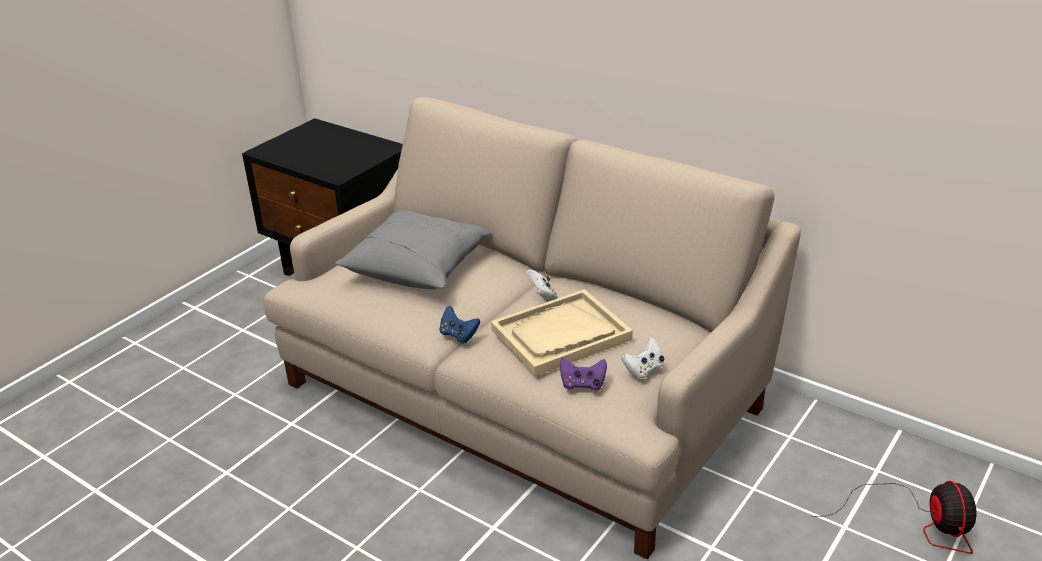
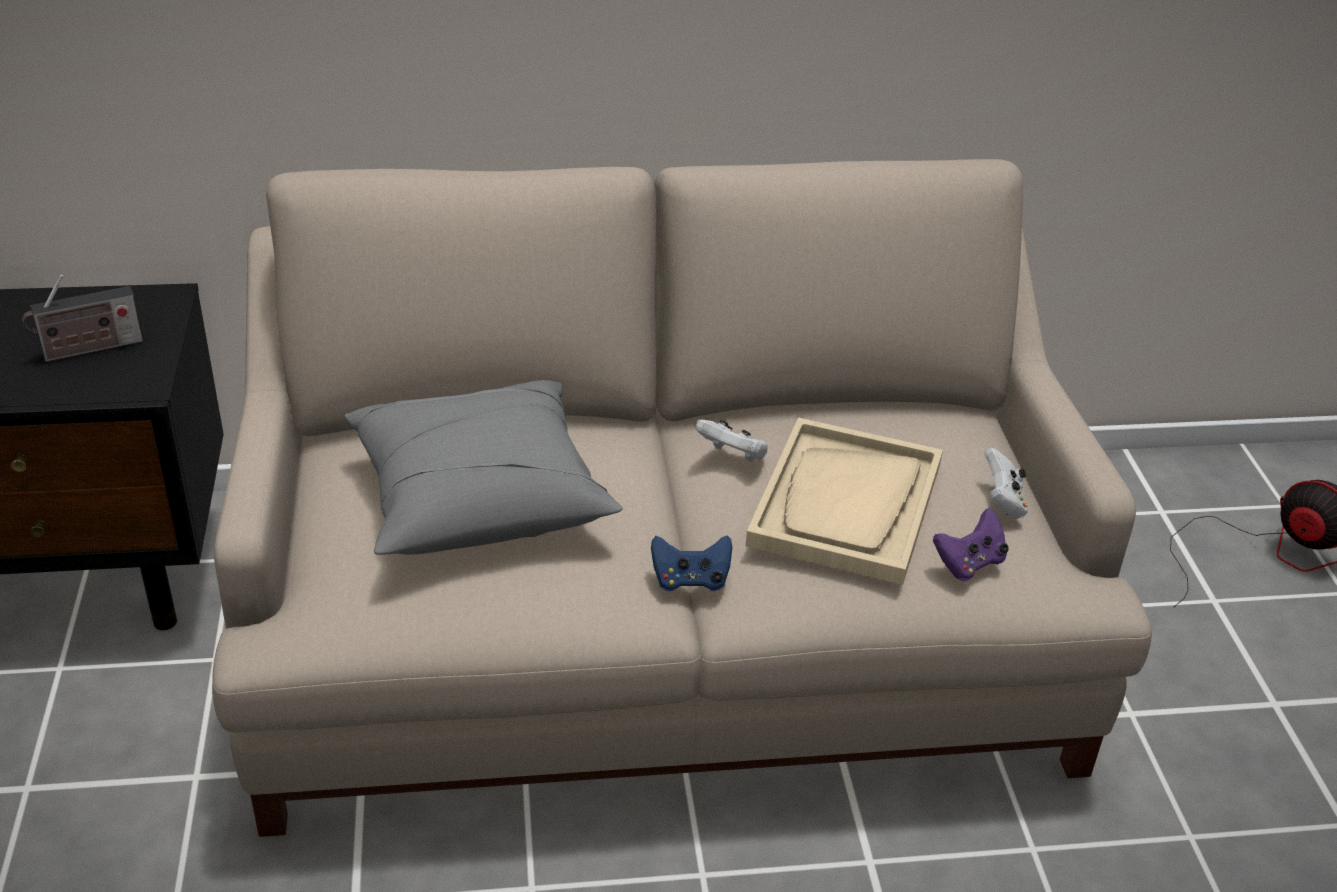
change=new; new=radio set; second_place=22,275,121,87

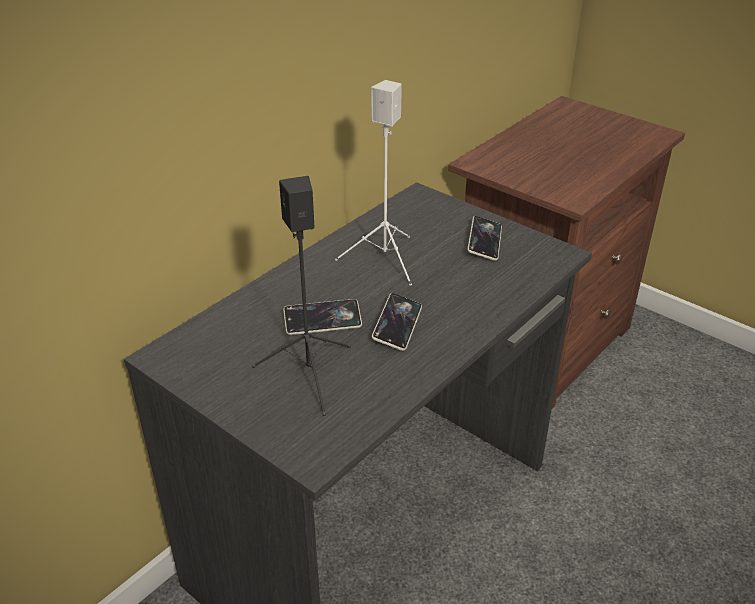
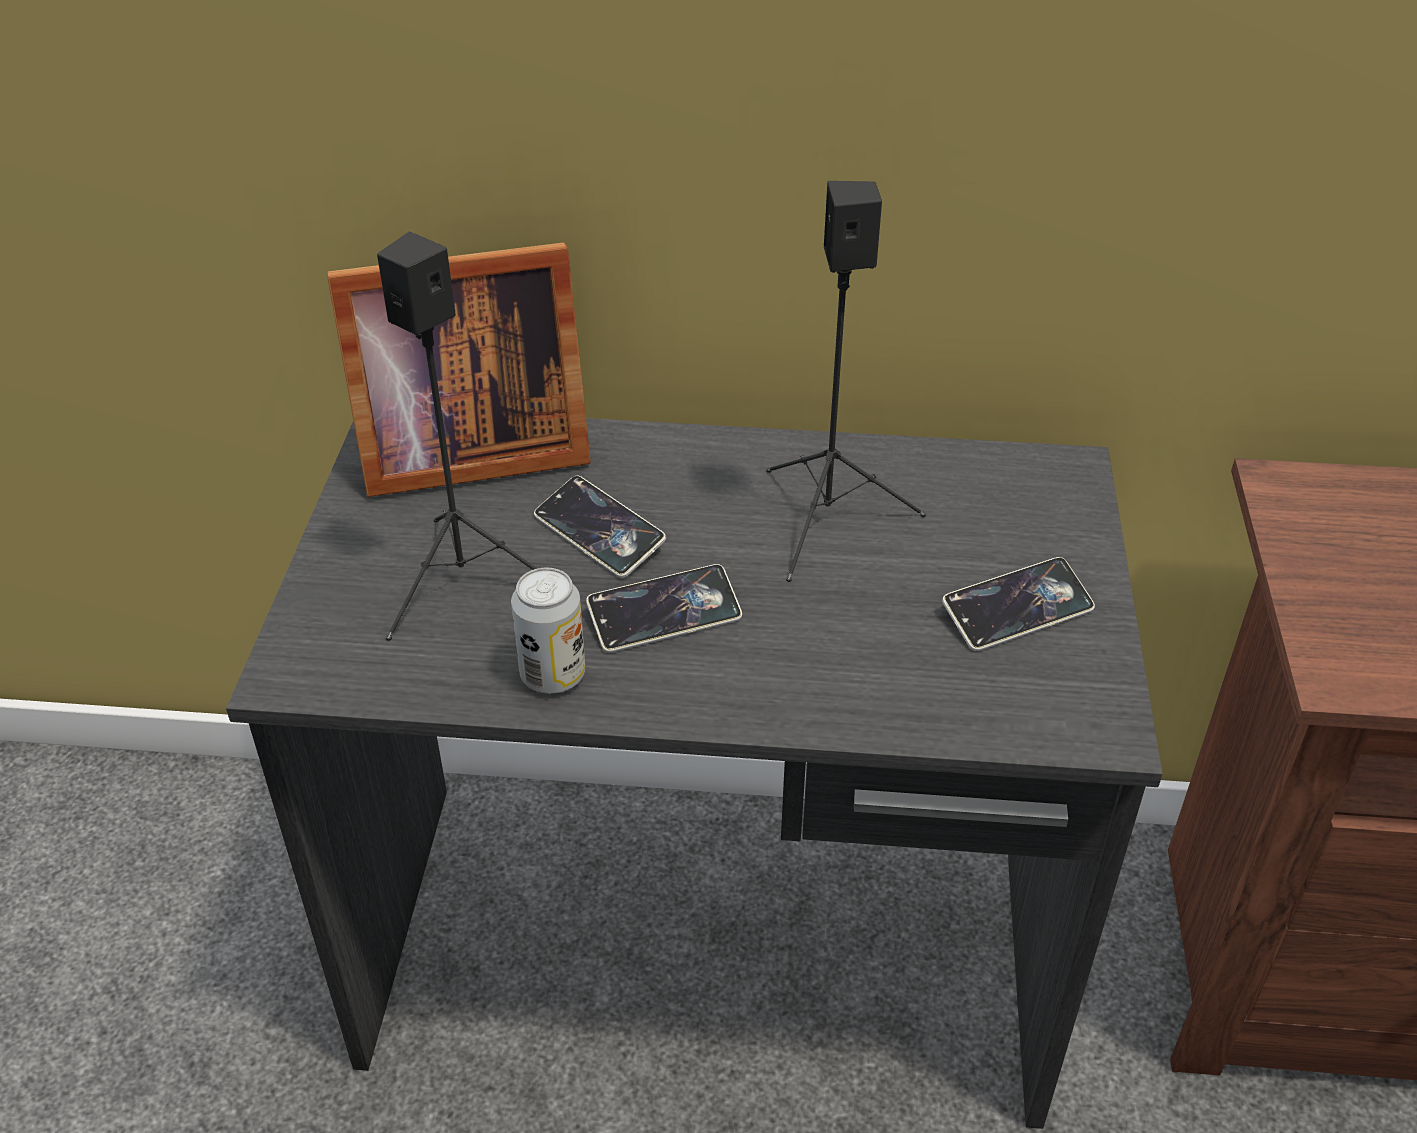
change=repainted; old=whitish audio speaker; new=black audio speaker; first_place=335,80,77,206; second_place=766,181,160,401
change=new; new=picture frame; second_place=327,242,264,255
change=new; new=can; second_place=511,568,74,126

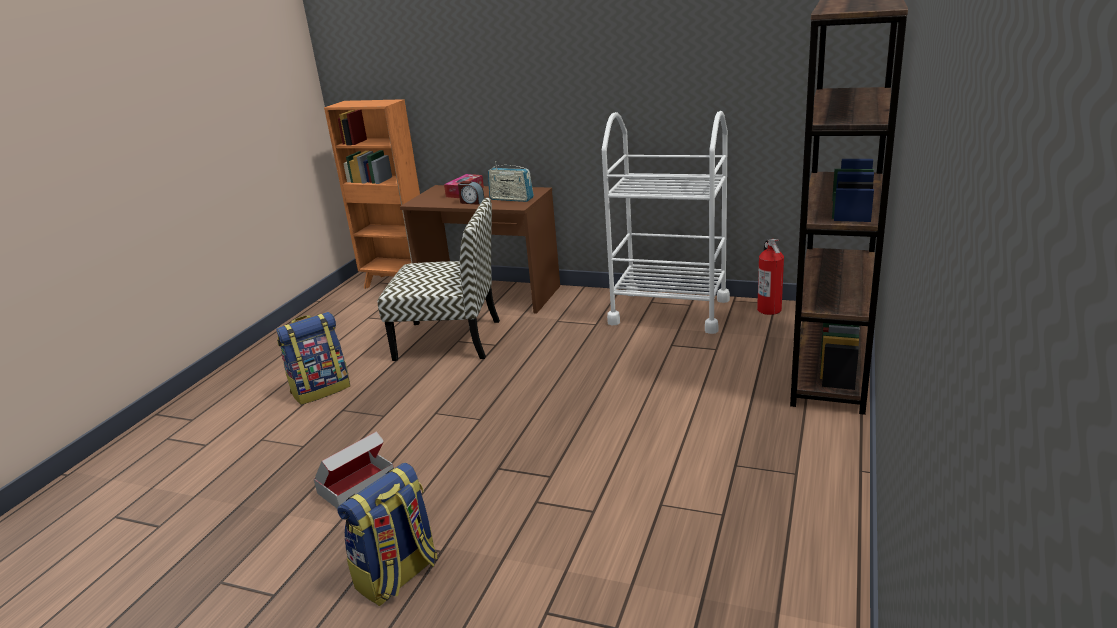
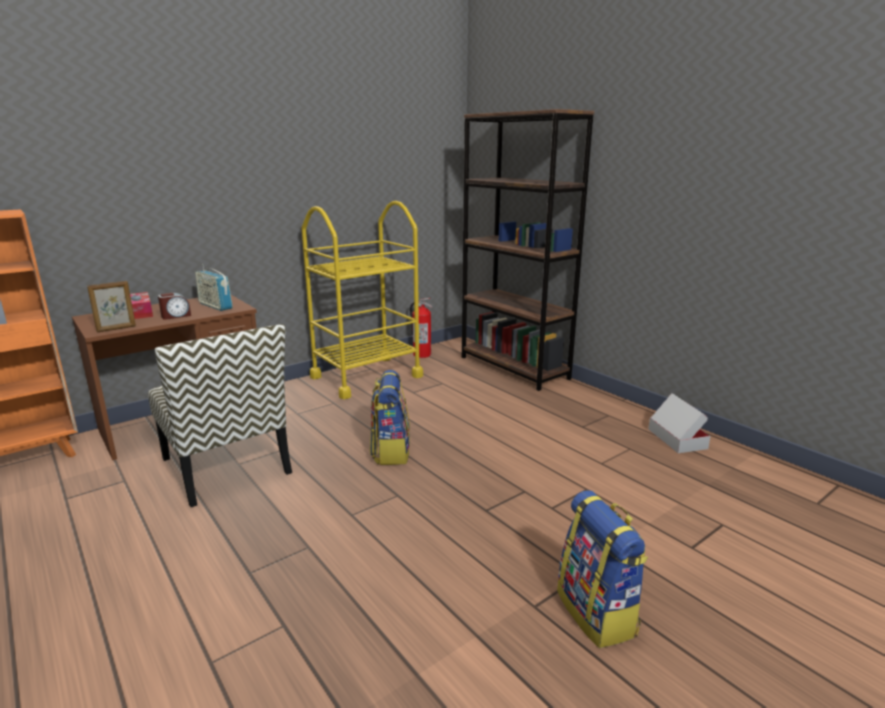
change=repainted; old=whitish trolley; new=yellow-coloured trolley; first_place=602,111,128,223; second_place=302,201,121,198
change=rotated; old=radio set; first_place=488,161,46,41; second_place=195,264,38,47; degrees=75
change=rotated; old=upright chair; first_place=377,198,123,163; second_place=148,324,144,183; degrees=105
change=shifted; old=rucksack; first_place=276,312,74,93; second_place=370,370,40,95
change=shifted; old=packing box; first_place=314,431,80,78; second_place=648,393,63,60
change=new; new=picture frame; second_place=87,281,49,51

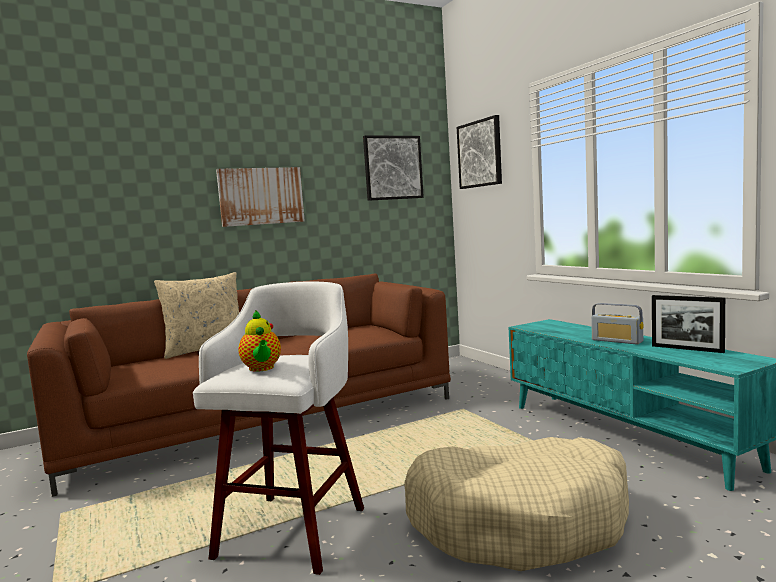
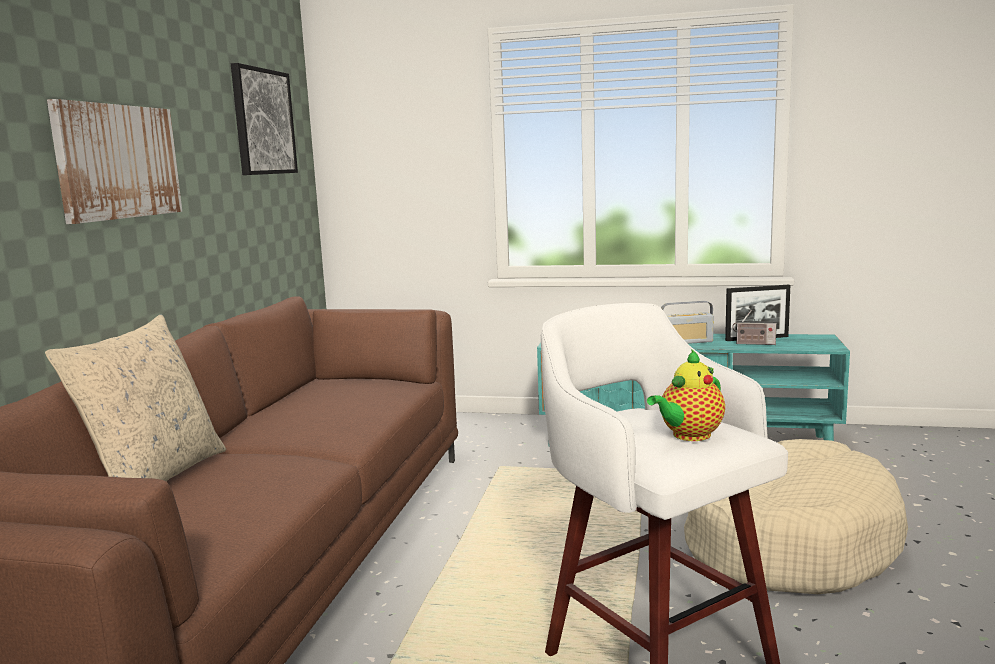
change=gone; old=wall art; first_place=457,115,45,74
change=rotated; old=pot for tea; first_place=238,310,43,62; second_place=647,349,78,92; degrees=120
change=new; new=radio set; second_place=732,310,45,35

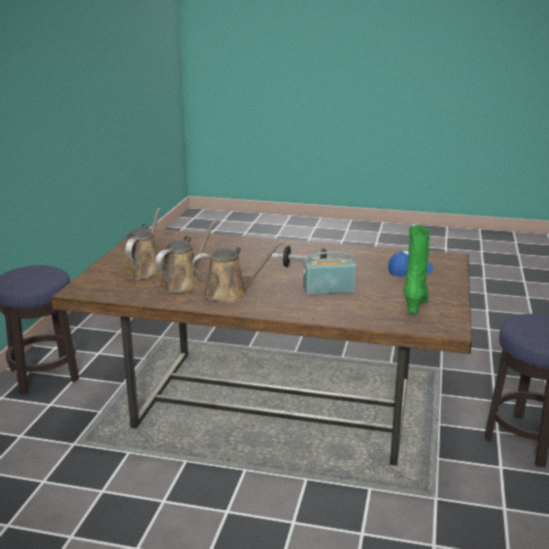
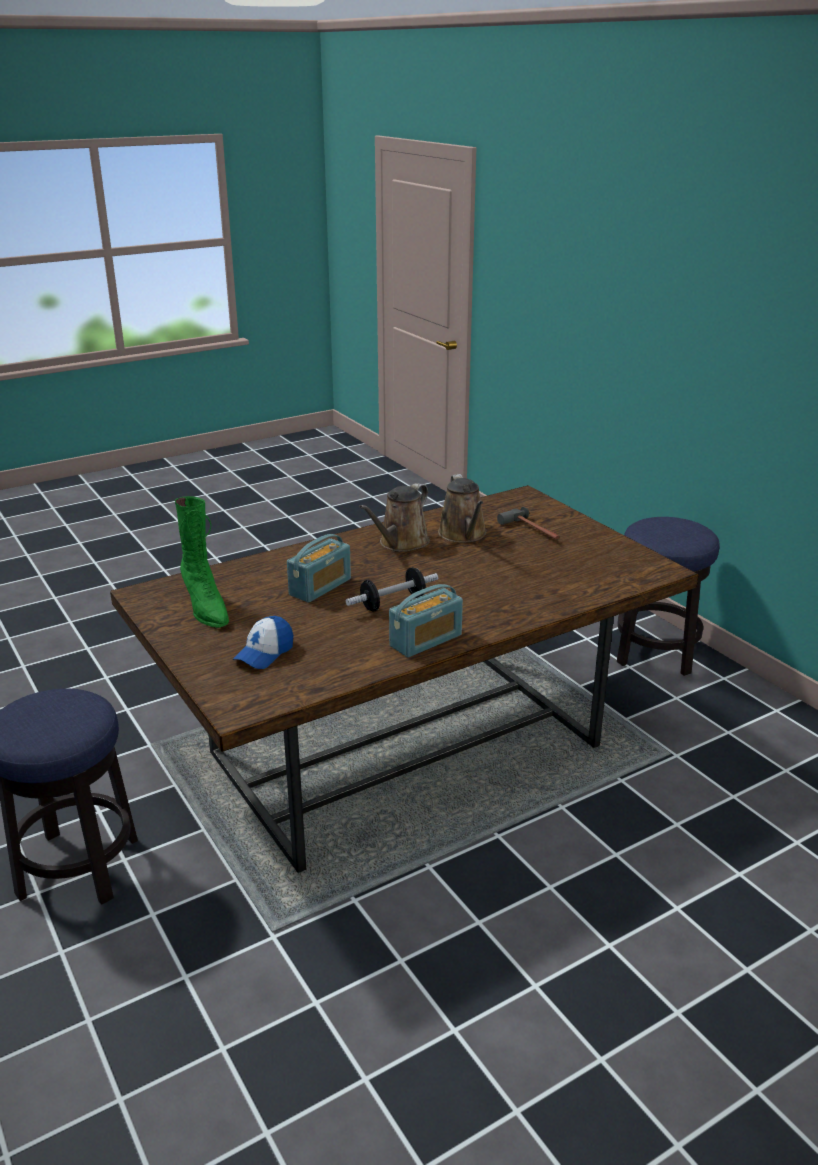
change=swapped; old=brownish sprinkling can; new=hand hammer; first_place=122,208,40,72; second_place=497,507,63,33
change=new; new=radio set; second_place=389,584,74,73

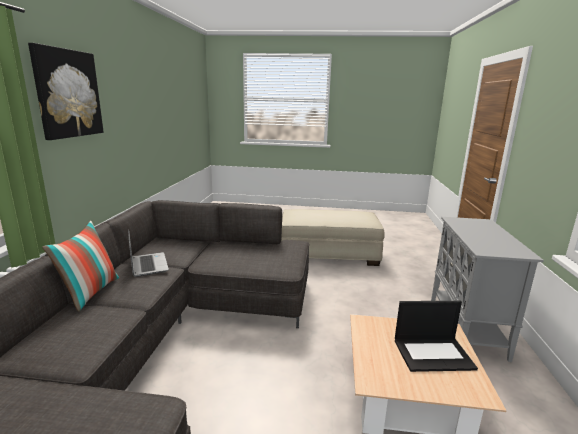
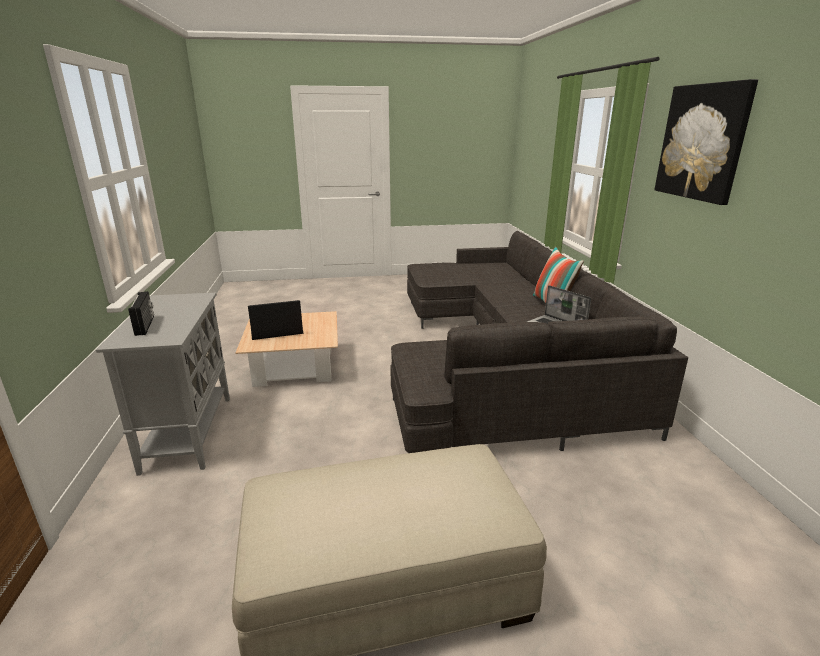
change=new; new=radio set; second_place=128,291,26,45

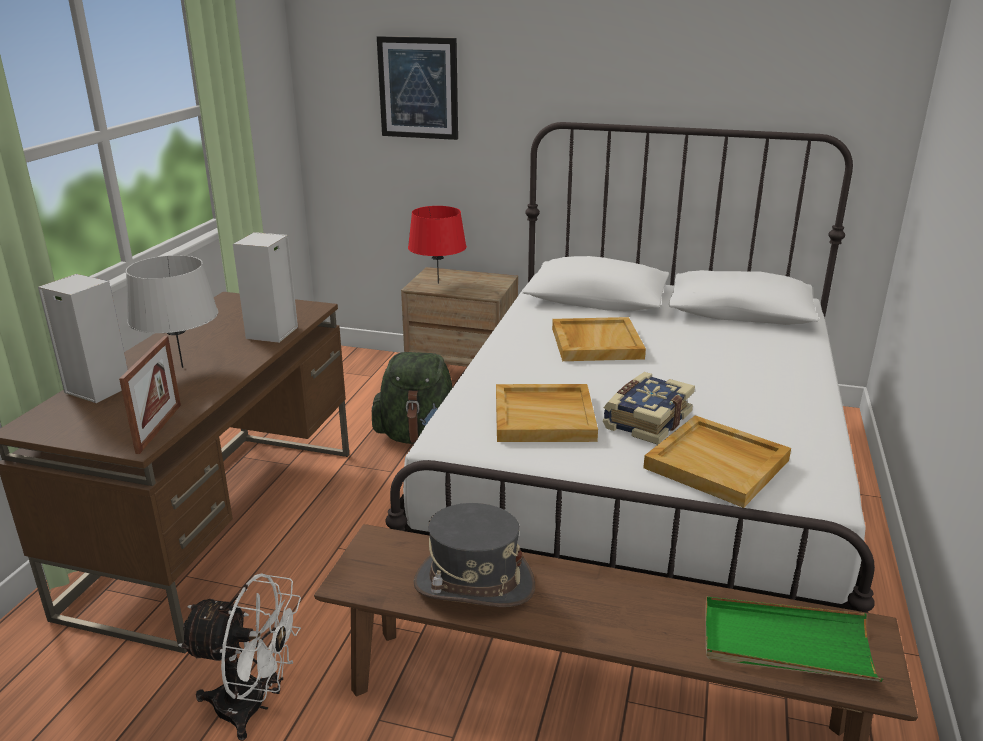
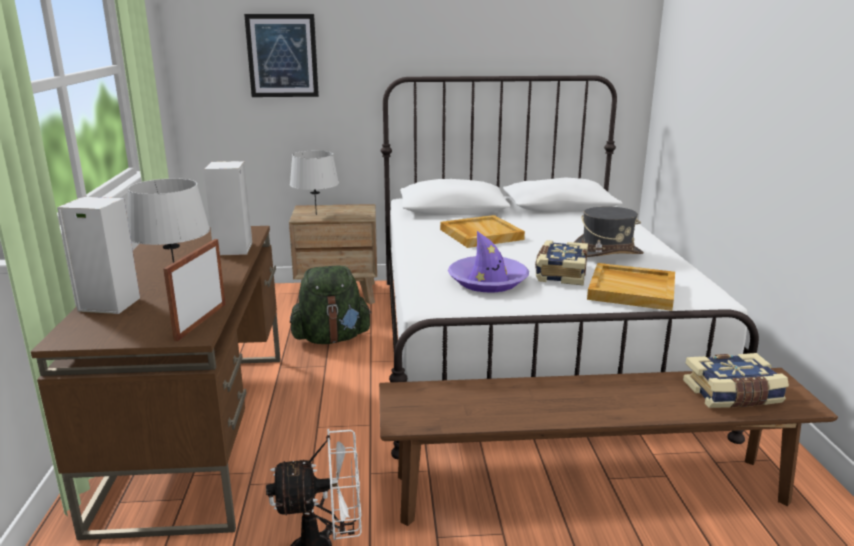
change=repainted; old=red-coloured tabletop lamp; new=greyish tabletop lamp; first_place=408,206,59,78; second_place=290,150,49,65
change=rotated; old=picture frame; first_place=119,336,62,118; second_place=163,239,63,102; degrees=-150
change=swapped; old=beige-coloured carrying tray; new=purple-coloured wearable hat; first_place=496,384,102,58; second_place=448,231,81,61
change=shifted; old=greyish wearable hat; first_place=414,503,121,104; second_place=574,207,70,50
change=swapped; old=greenish carrying tray; new=book; first_place=706,597,177,85; second_place=683,353,106,55

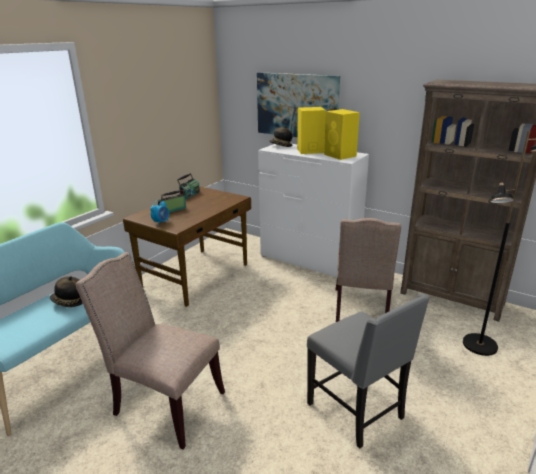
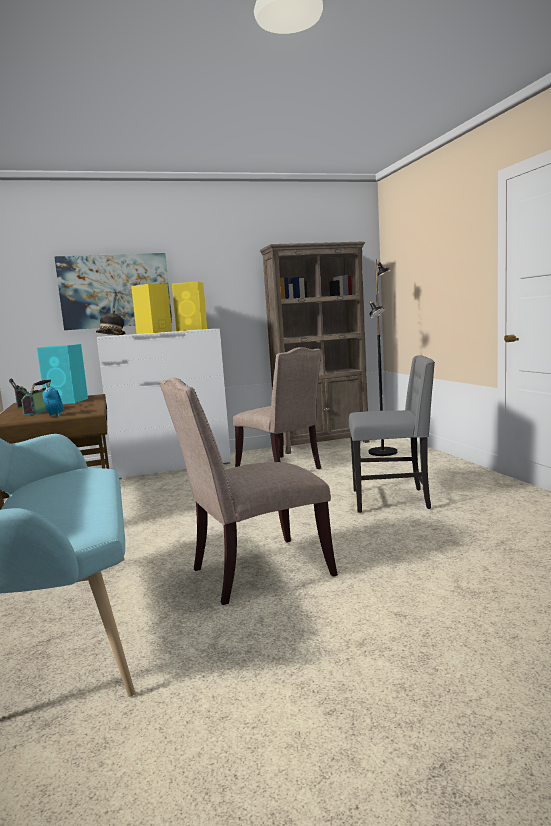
change=gone; old=wearable hat; first_place=50,276,33,31
change=new; new=turquoise-coloured audio speaker; second_place=37,344,51,60

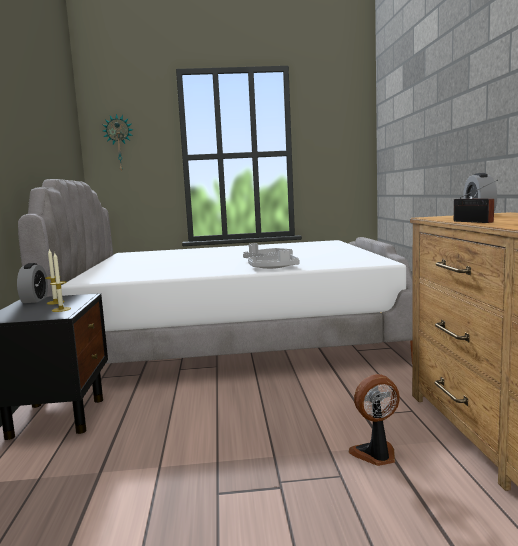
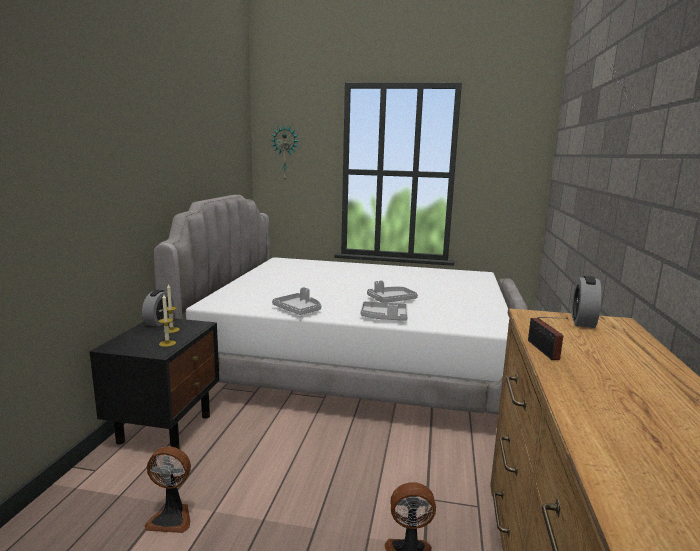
change=new; new=greyish carrying tray; second_place=272,287,49,28
change=new; new=cooling fan; second_place=144,446,47,87

